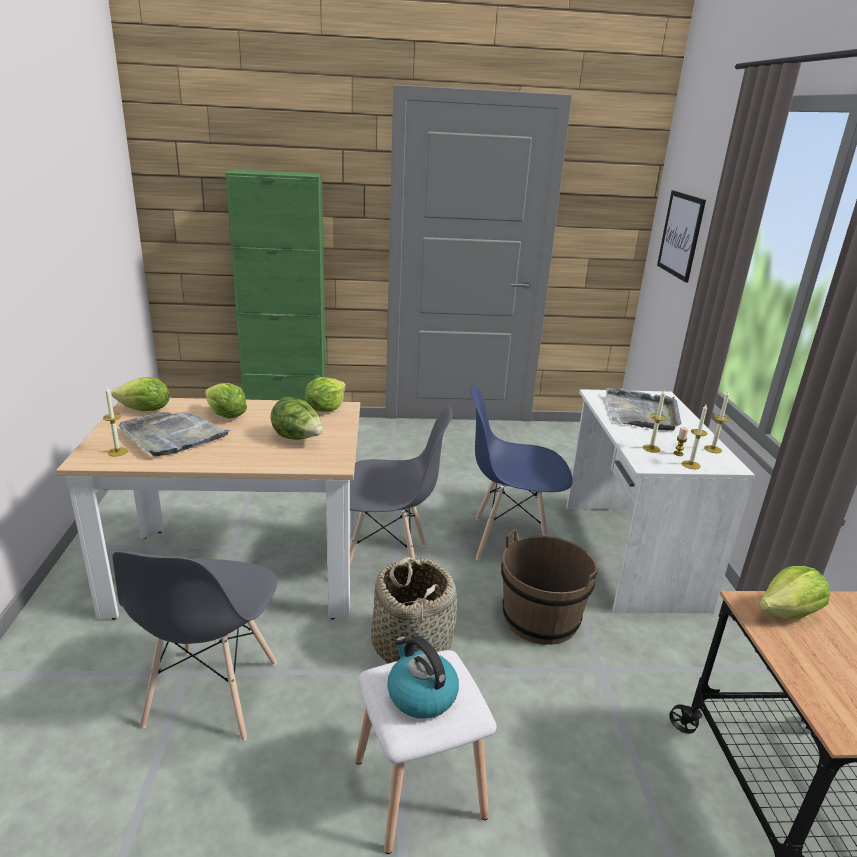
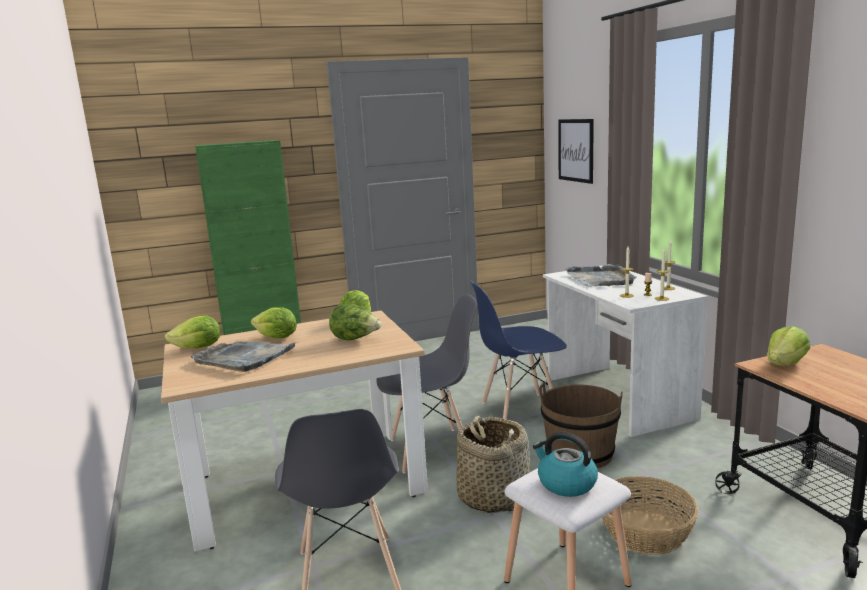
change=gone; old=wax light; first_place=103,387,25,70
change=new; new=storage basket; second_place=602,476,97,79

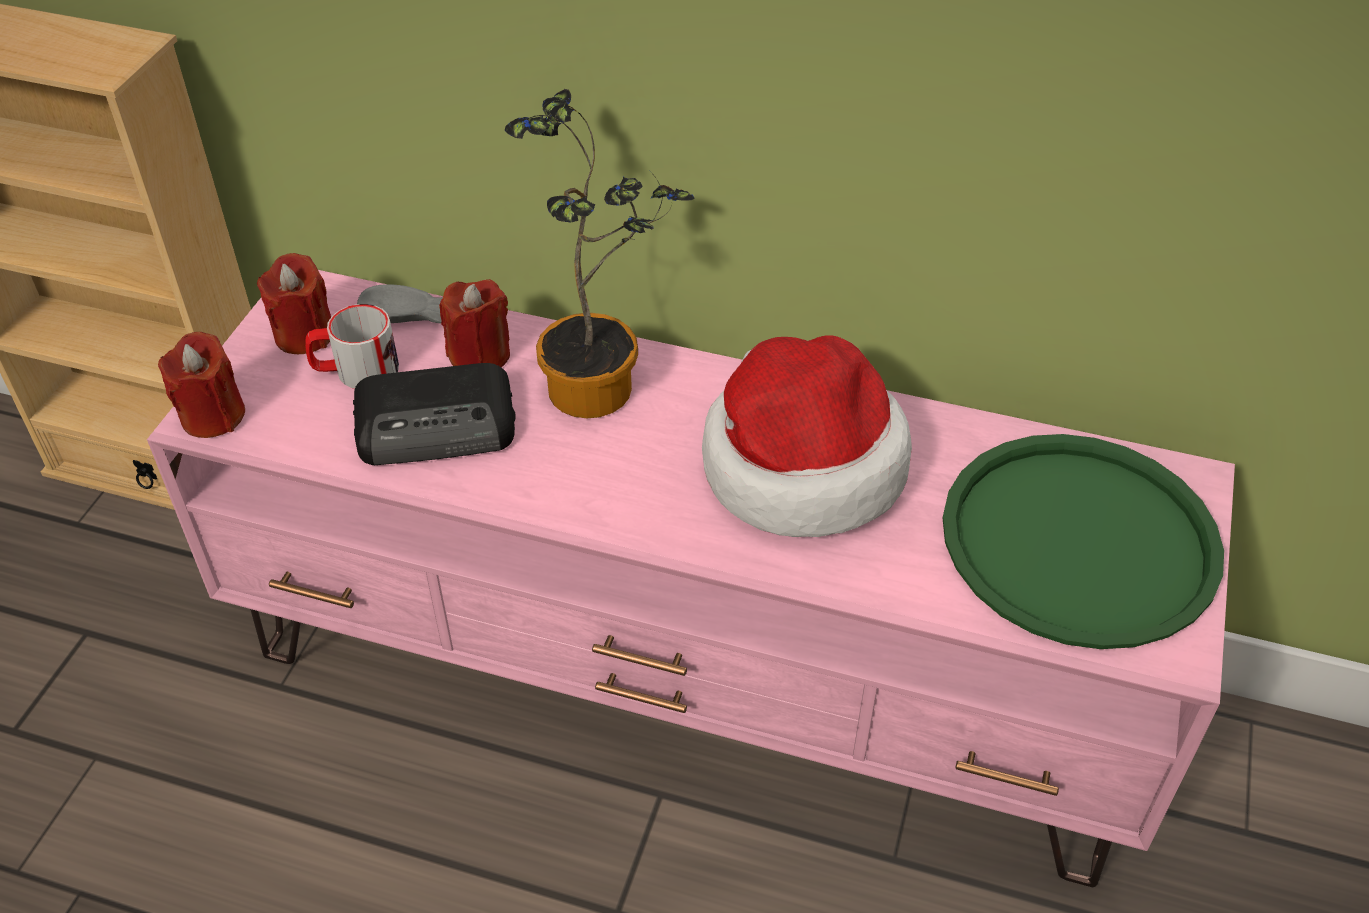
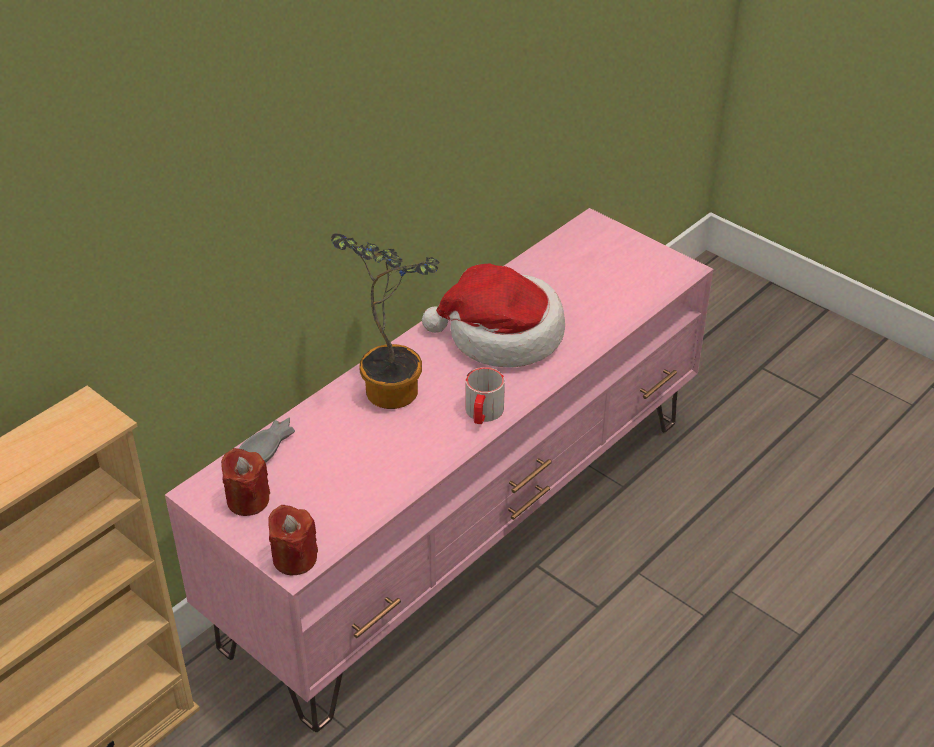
change=gone; old=red-coloured wax light; first_place=439,279,71,88
change=shifted; old=mug; first_place=305,304,94,85; second_place=465,367,40,57
change=gone; old=radio set; first_place=353,363,163,102
change=gone; old=greenish carrying tray; first_place=943,434,281,215

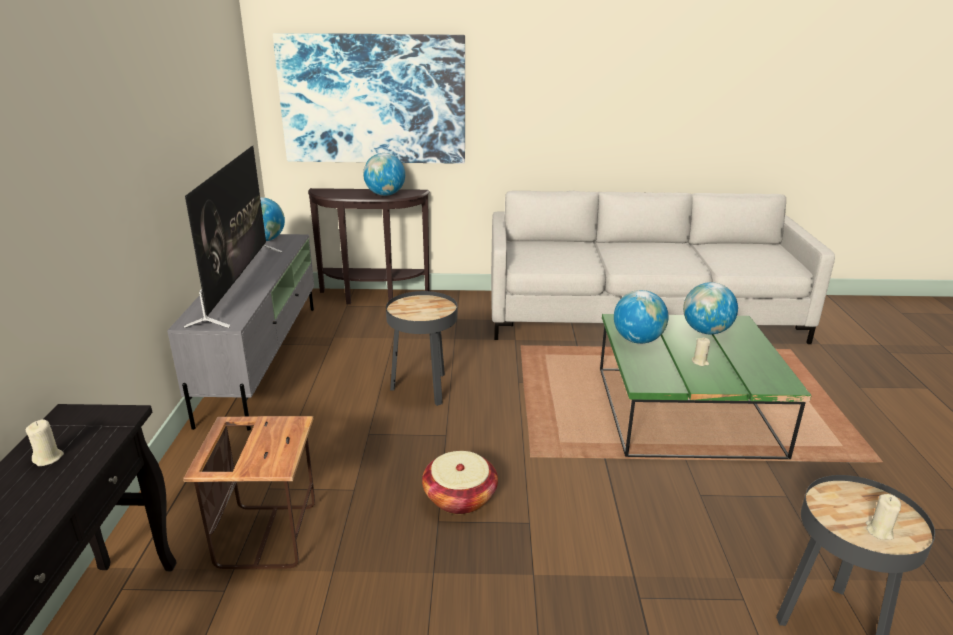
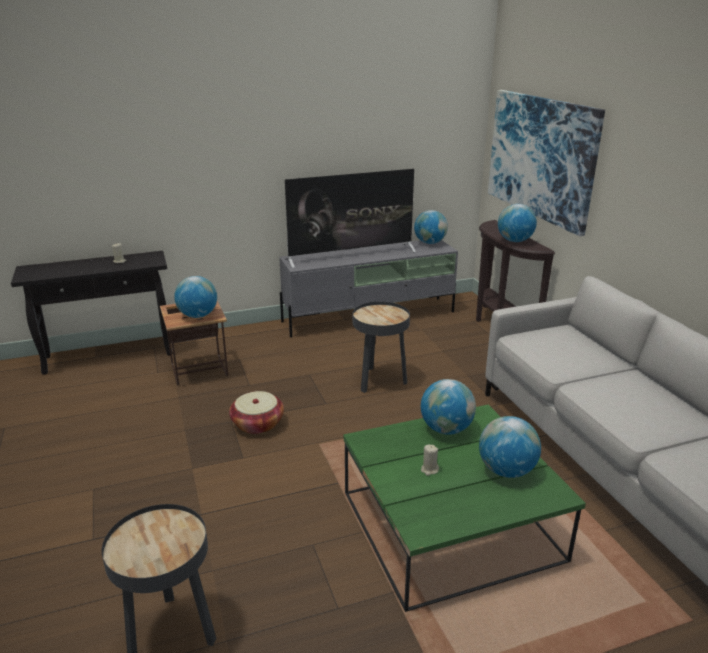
change=gone; old=beige-coloured wax light; first_place=866,494,35,46
change=new; new=world globe; second_place=174,276,43,42

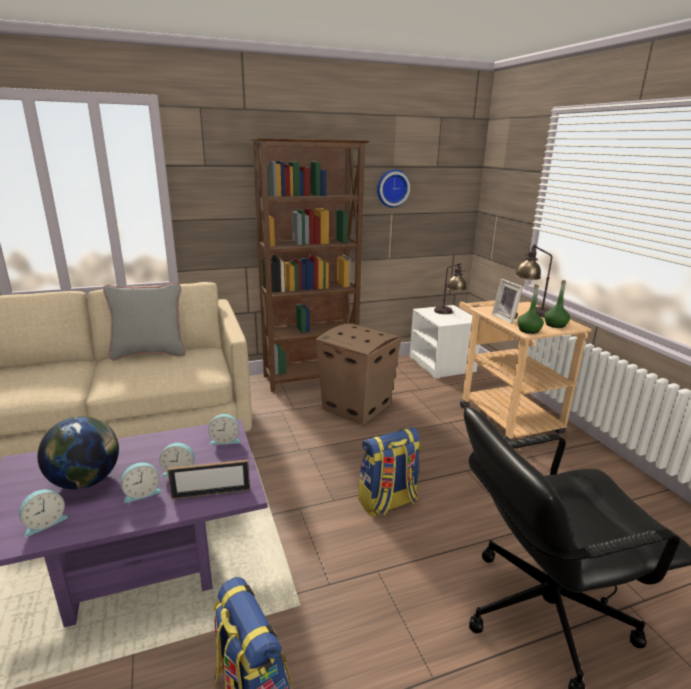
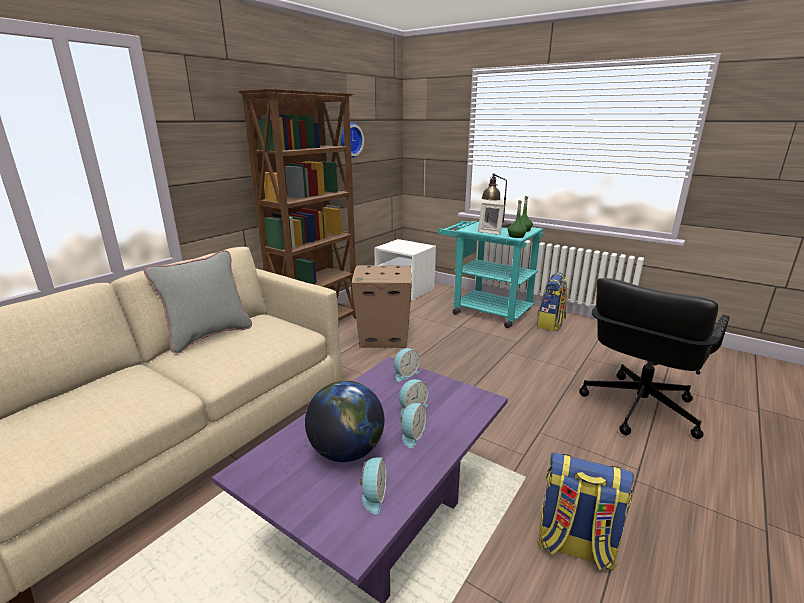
change=gone; old=tabletop lamp; first_place=434,263,33,51
change=repainted; old=beige-coloured trolley; new=turquoise-coloured trolley; first_place=459,301,133,140; second_place=437,221,106,107
change=shifted; old=rucksack; first_place=358,427,63,90; second_place=537,272,30,59
change=gone; old=picture frame; first_place=167,459,83,40

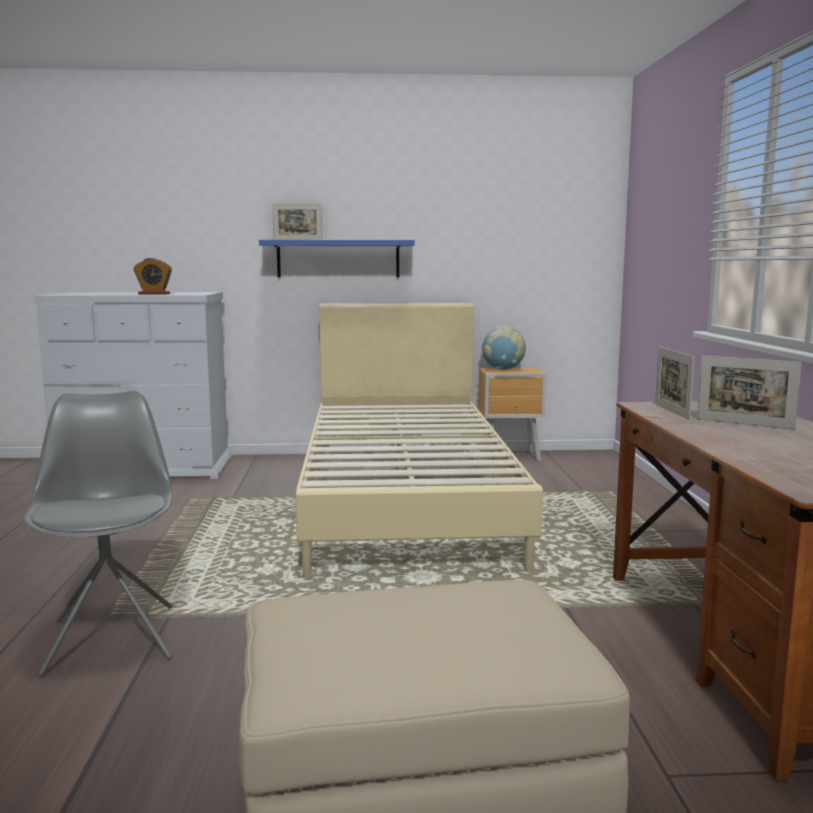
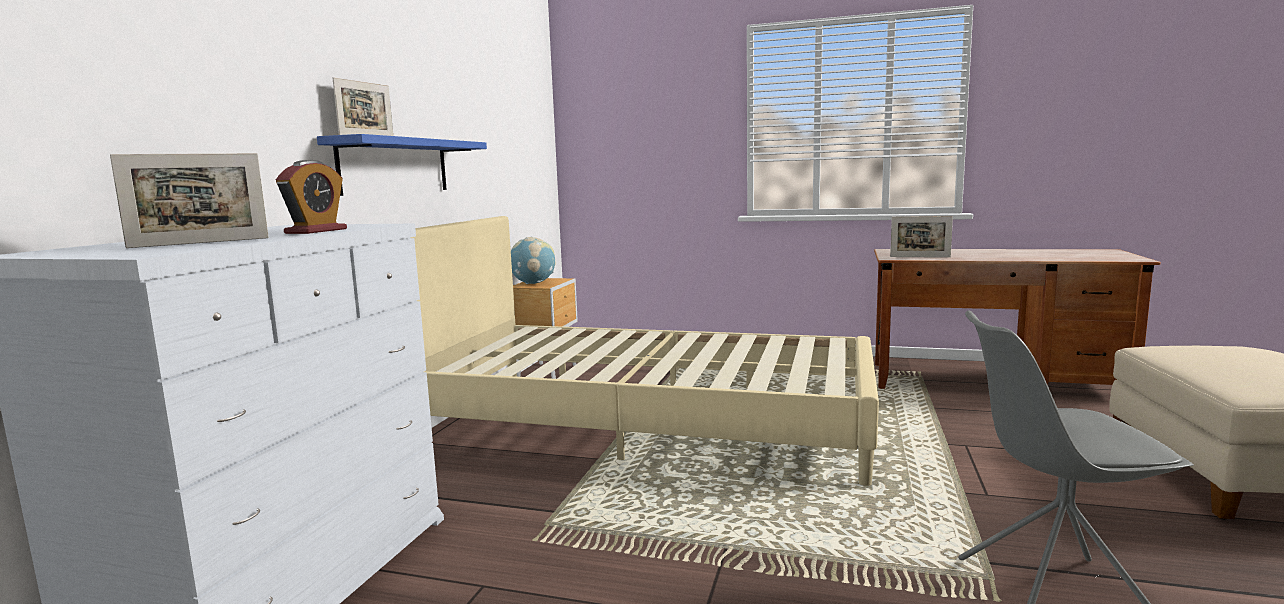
change=shifted; old=picture frame; first_place=697,356,105,73; second_place=110,153,159,95

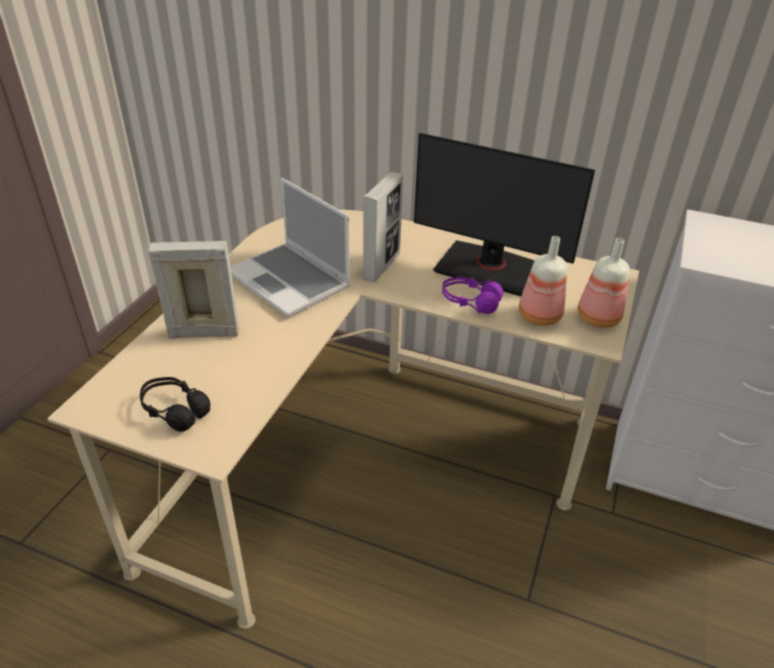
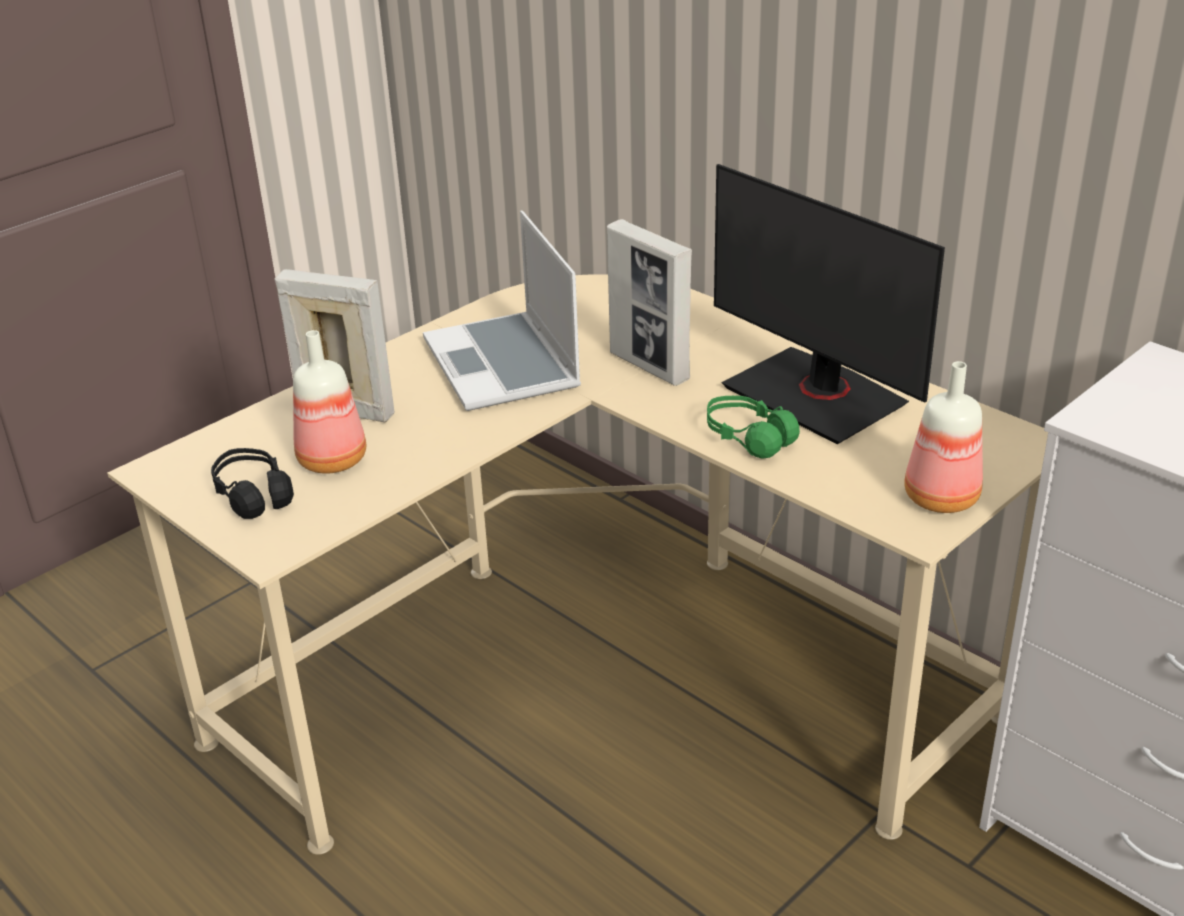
change=rotated; old=picture frame; first_place=362,172,41,110; second_place=607,219,85,167; degrees=90
change=shifted; old=beverage bottle; first_place=519,236,48,90; second_place=293,330,73,144
change=repainted; old=purple-coloured headset; new=greenish headset; first_place=442,277,61,37; second_place=707,396,93,63

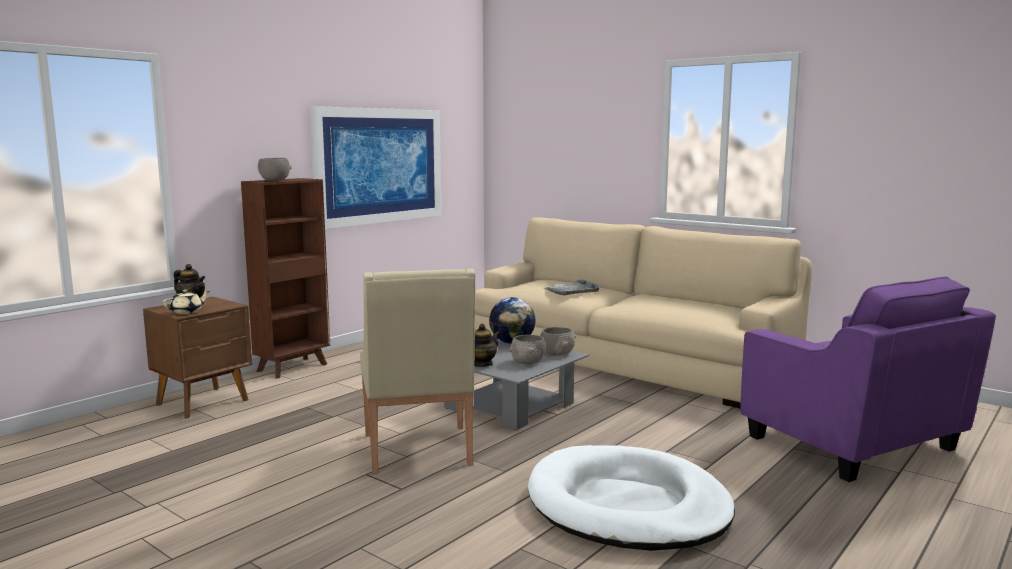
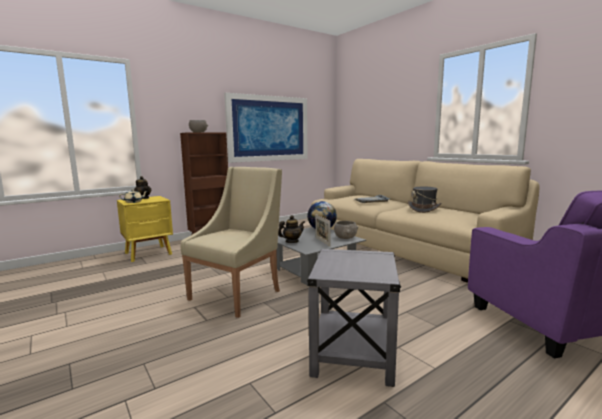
change=rotated; old=beige-coloured lounge chair; first_place=360,269,115,205; second_place=180,167,102,151; degrees=-150
change=repainted; old=brownish bedside table; new=yellow-coloured bedside table; first_place=143,297,109,121; second_place=117,196,56,66
change=swapped; old=greyish deep dish; new=picture frame; first_place=509,335,37,29; second_place=315,214,16,33
change=swapped; old=whitish pet bed; new=greyish side table; first_place=528,445,207,106; second_place=307,249,94,138
change=new; new=greyish wearable hat; second_place=408,187,33,26

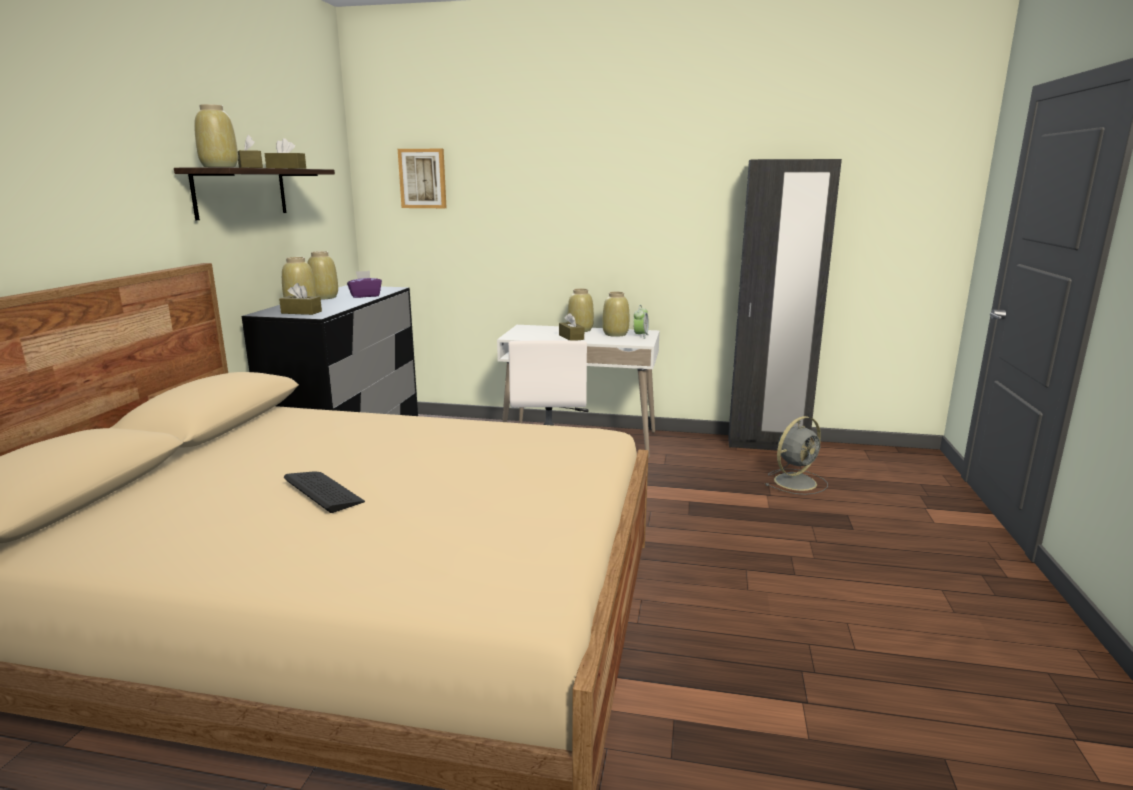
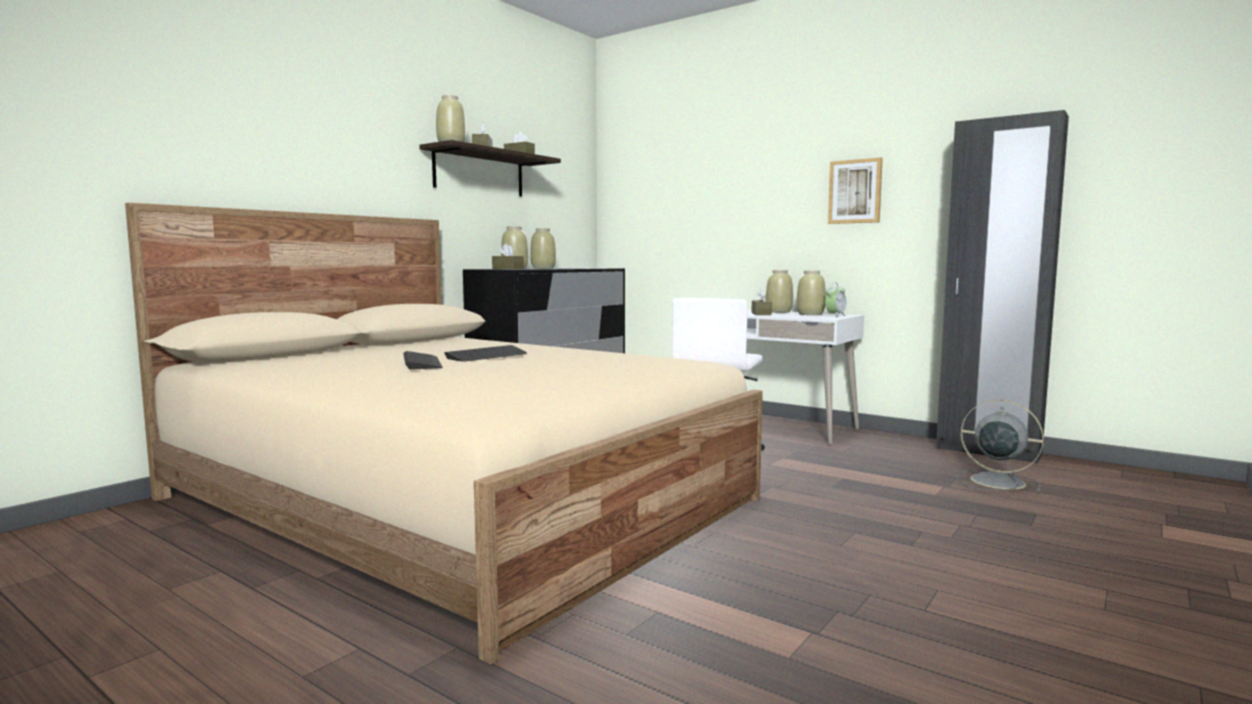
change=shifted; old=wall art; first_place=398,149,49,59; second_place=828,157,55,67
change=gone; old=purple-coloured box of tissues; first_place=347,271,35,27
change=rotated; old=greyish cooling fan; first_place=765,416,63,79; second_place=956,399,88,93; degrees=-135
change=new; new=keyboard; second_place=444,345,83,17

